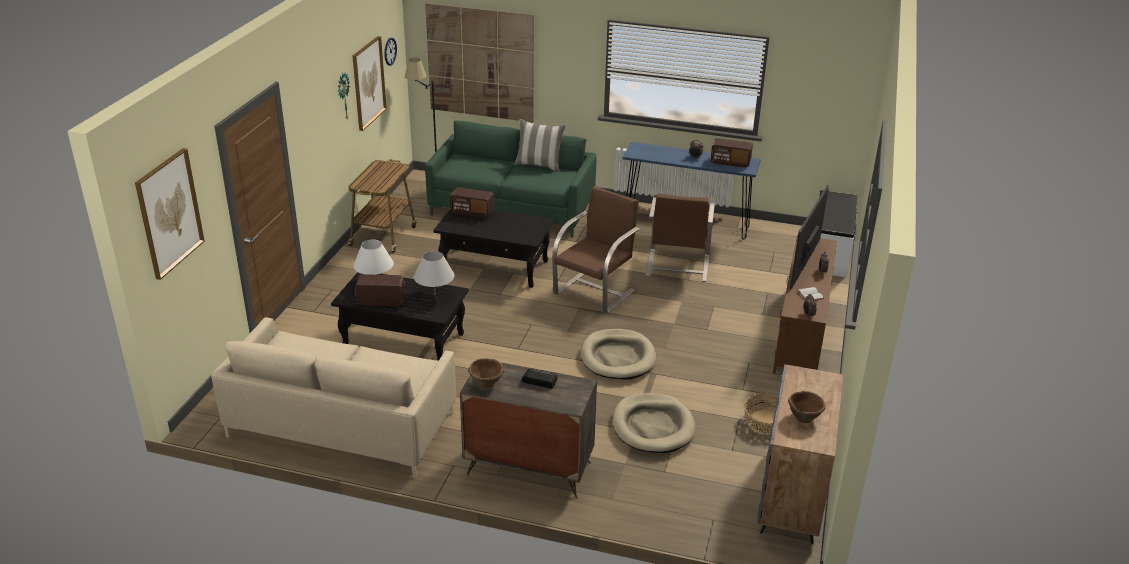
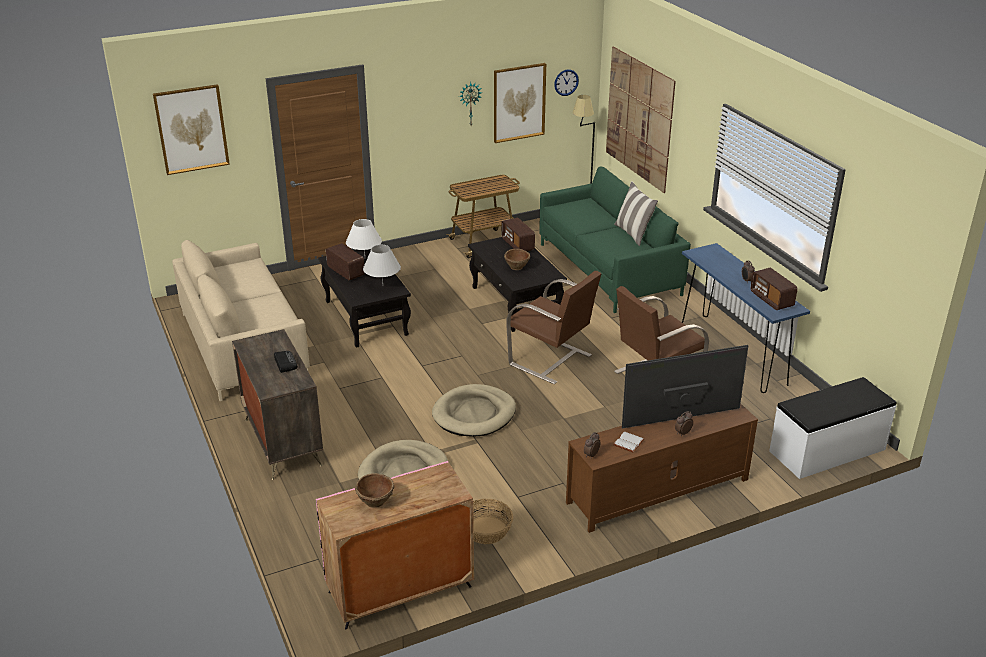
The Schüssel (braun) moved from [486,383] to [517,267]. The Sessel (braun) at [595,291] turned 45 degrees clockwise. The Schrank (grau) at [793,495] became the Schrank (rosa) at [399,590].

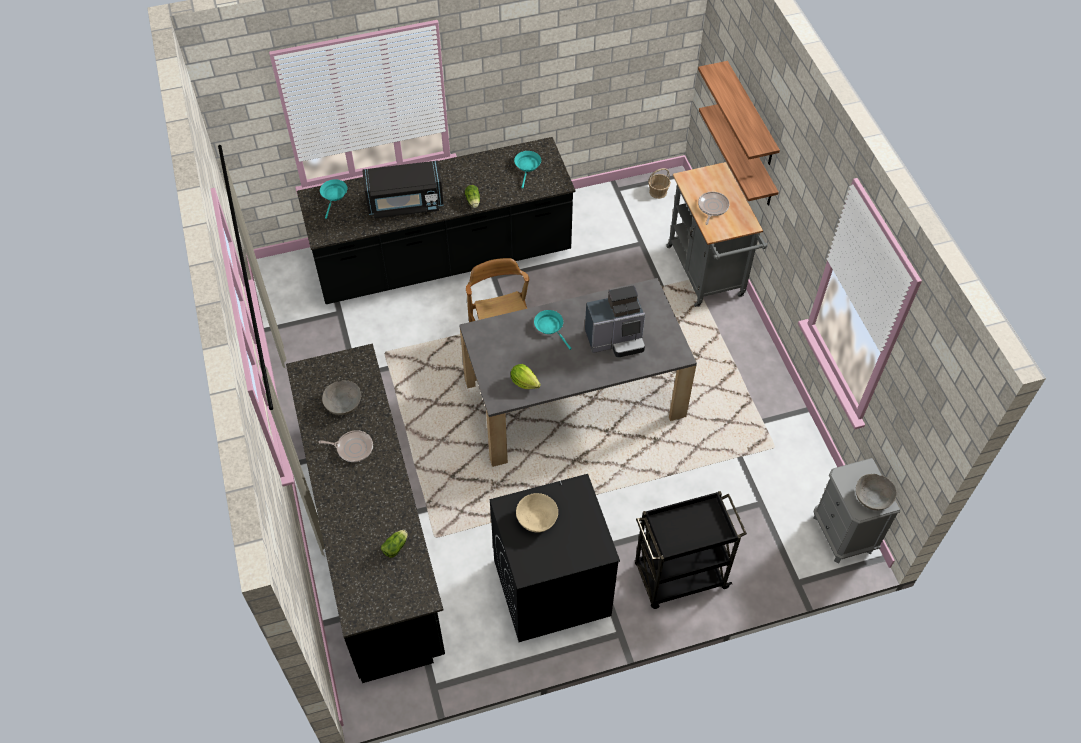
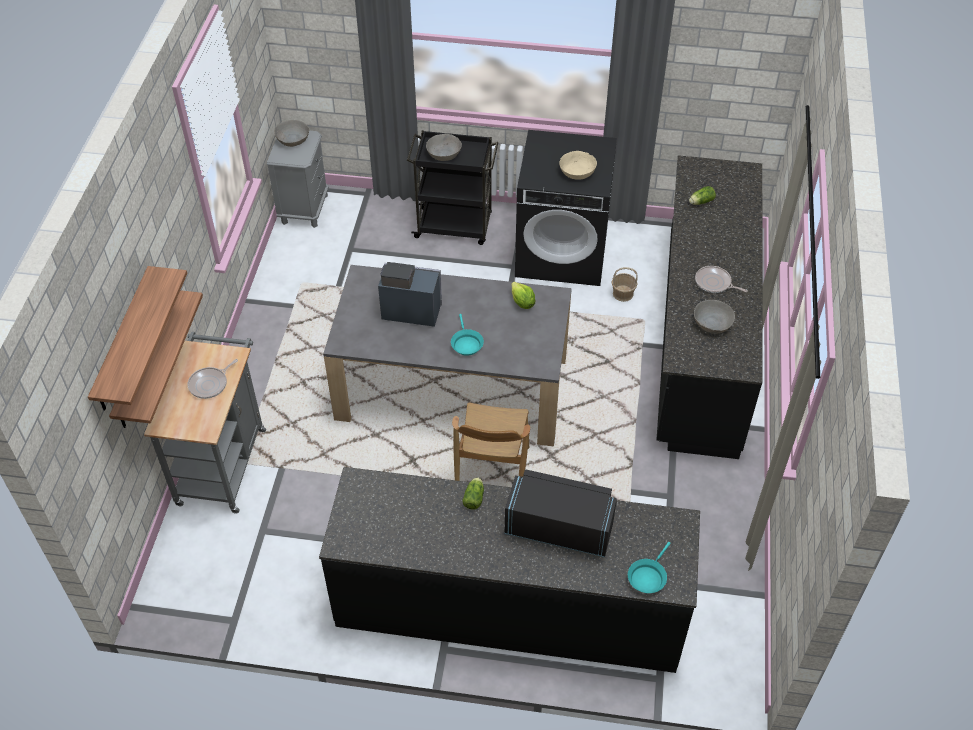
The Pfanne (türkis) at [527,166] disappeared. The Korb moved from [658,192] to [622,293]. The Schüssel (grau) at [444,154] appeared.

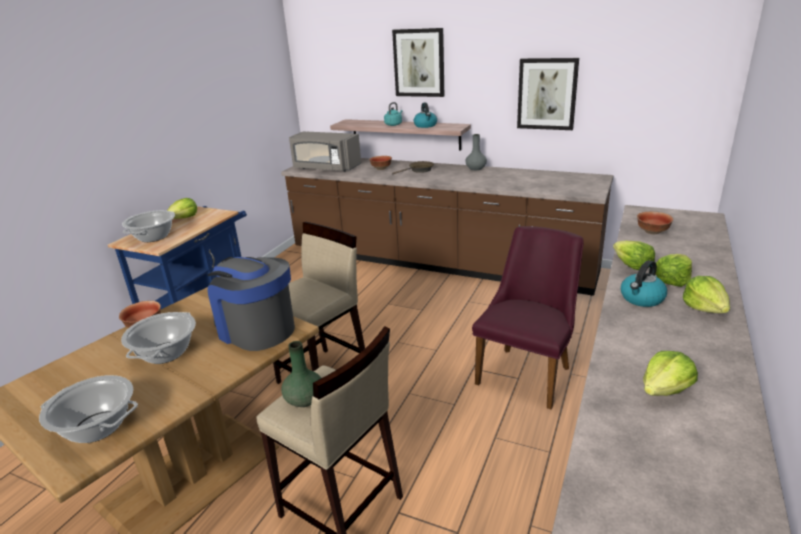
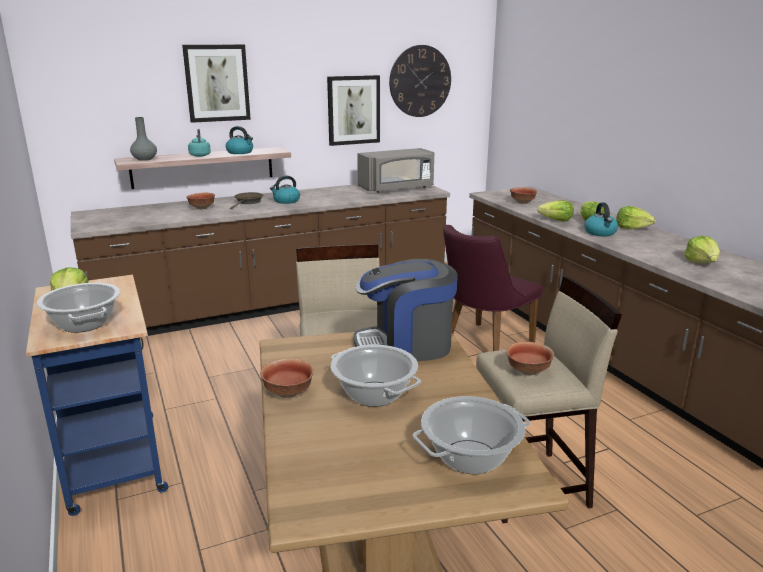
The Vase (grün) at [304,400] was replaced by the Schüssel at [528,371]. The Mikrowelle (grau) moved from [326,168] to [397,188]. The Vase (grau) moved from [476,168] to [145,159]. The Stuhl (lila) at [528,371] turned 120 degrees counterclockwise. The Wasserkessel at [286,201] appeared. The Wanduhr at [420,81] appeared.

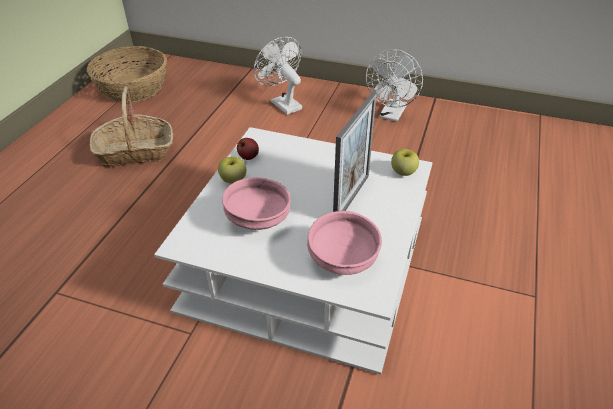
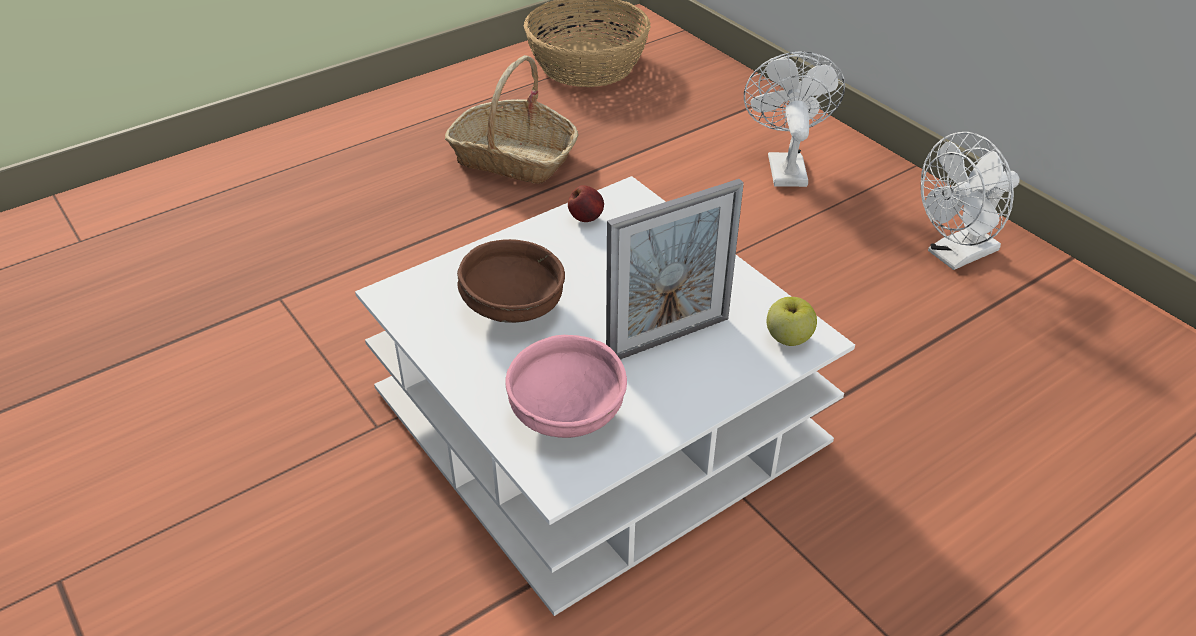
The Apfel at [233,180] disappeared. The Schüssel (rosa) at [259,219] became the Schüssel (braun) at [515,308].

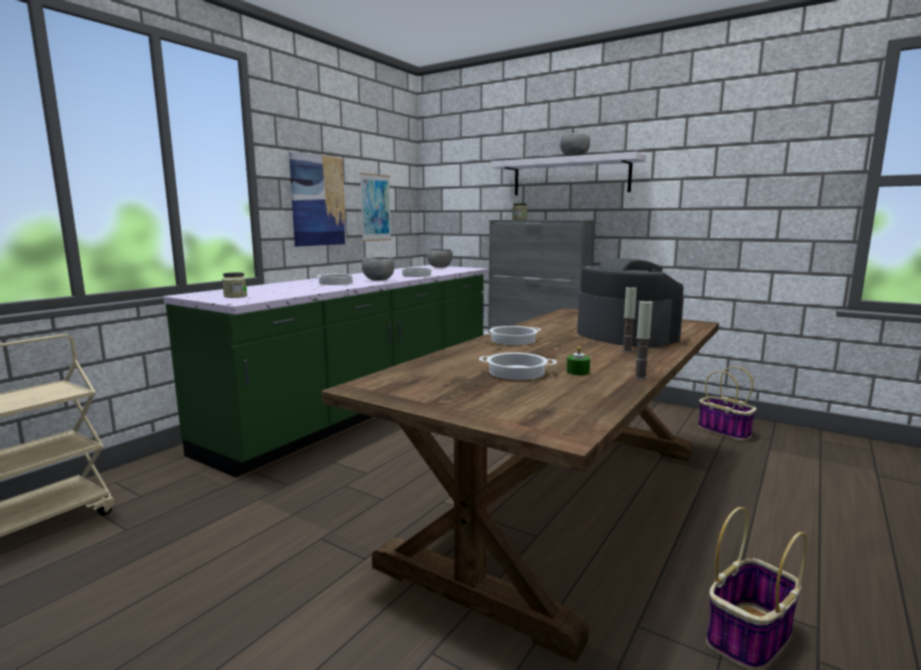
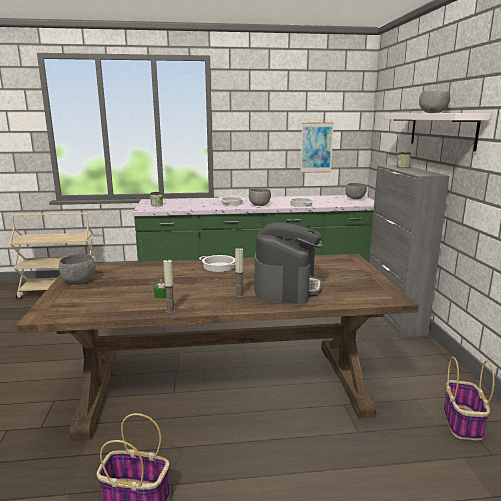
The Bild at [318,200] disappeared. The Kochtopf at [516,372] disappeared. The Schüssel (grau) at [79,281] appeared.

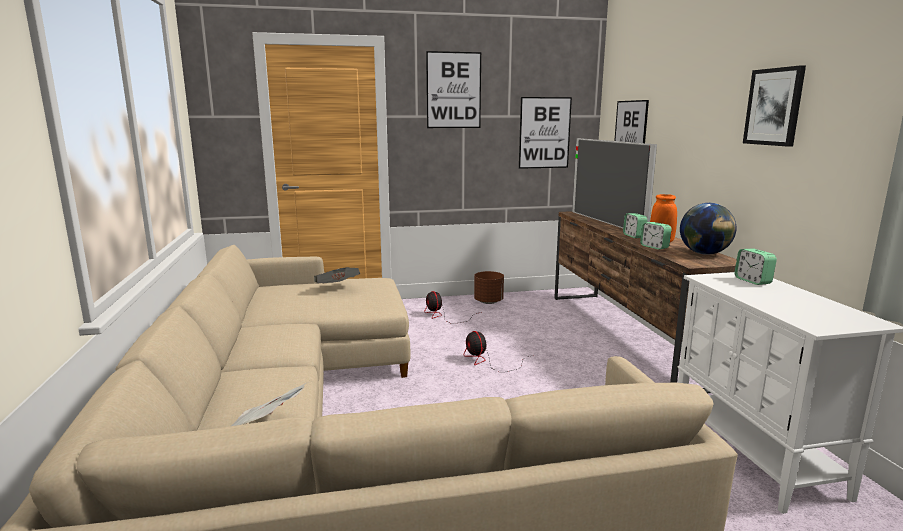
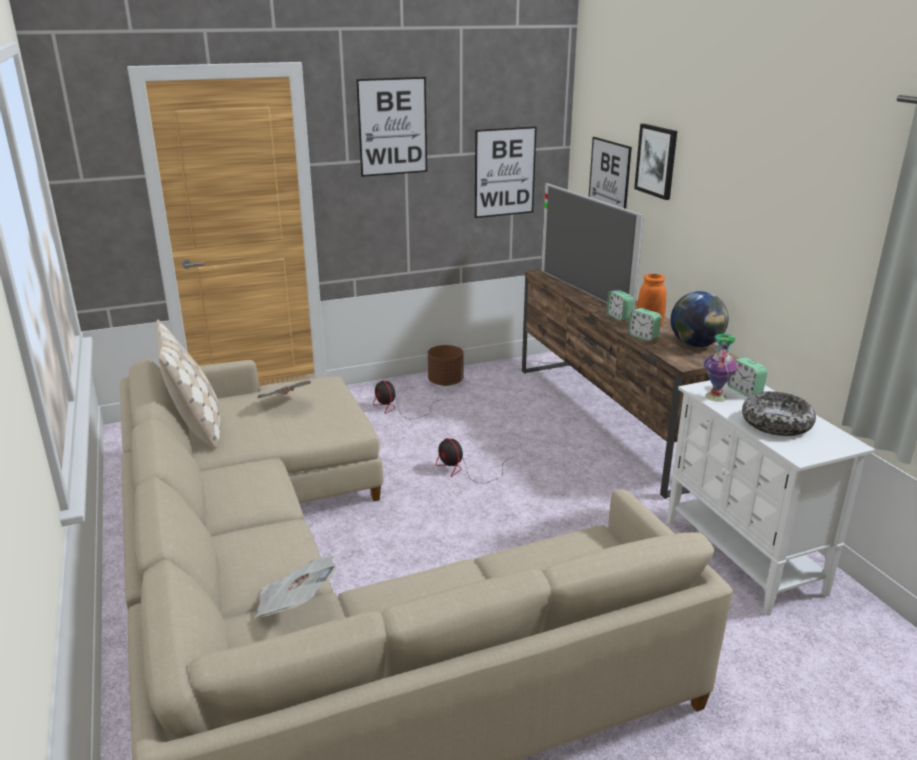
The Bild moved from [774,107] to [656,161]. The Kissen (beige) at [196,427] appeared. The Vase at [715,396] appeared. The Schüssel at [776,423] appeared.

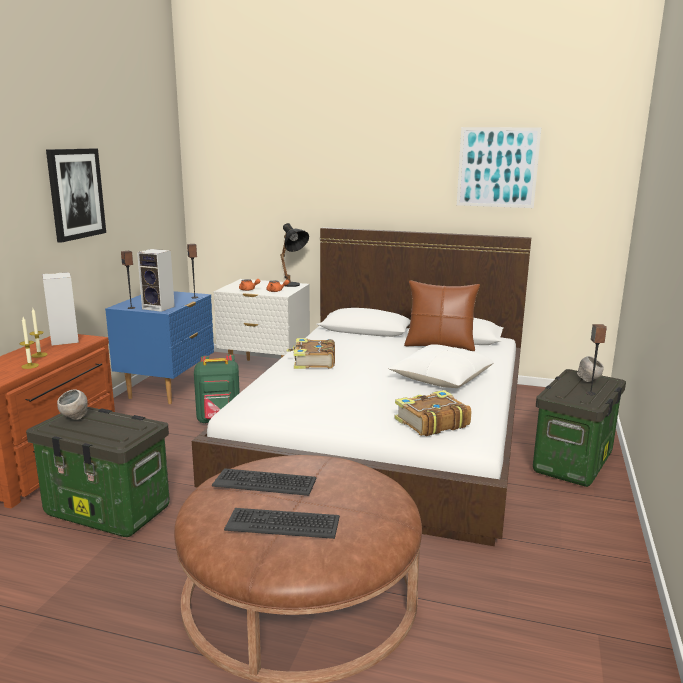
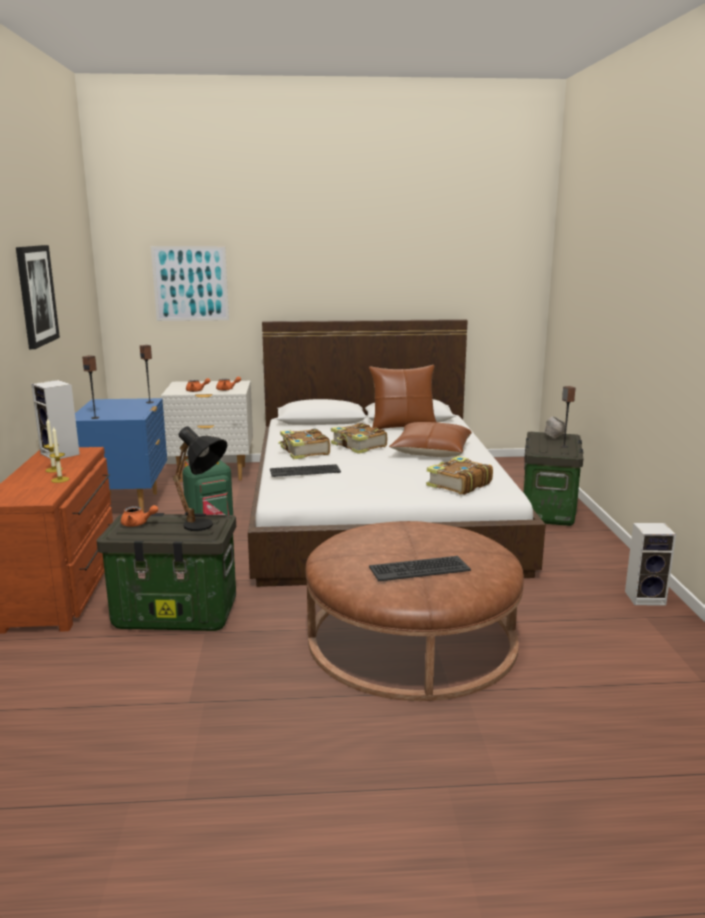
The Schüssel (grau) at [75,418] was replaced by the Teekanne (orange) at [138,524]. The Lautsprecher moved from [159,307] to [646,598]. The Tastatur moved from [265,482] to [305,471]. The Tischlampe (schwarz) moved from [293,286] to [204,528]. The Kissen (weiß) at [441,378] became the Kissen (braun) at [431,451]. The Bild moved from [497,167] to [190,283]. The Buch at [358,446] appeared.

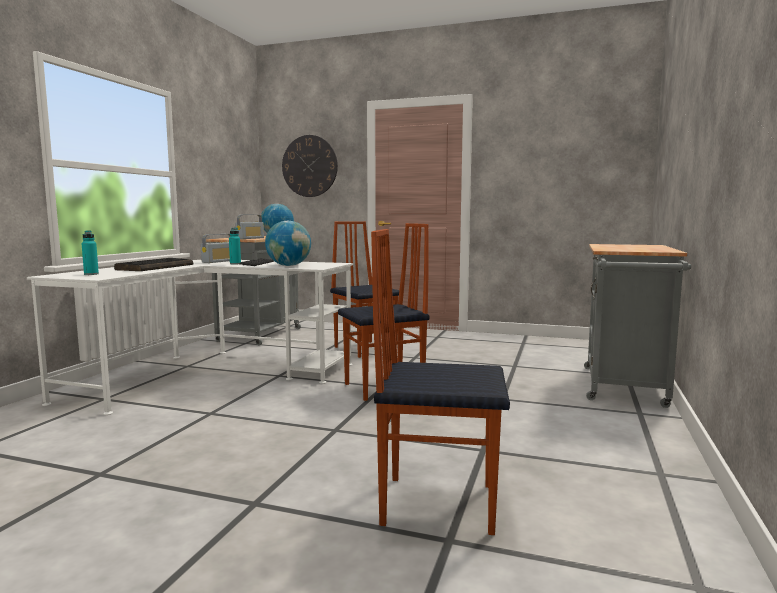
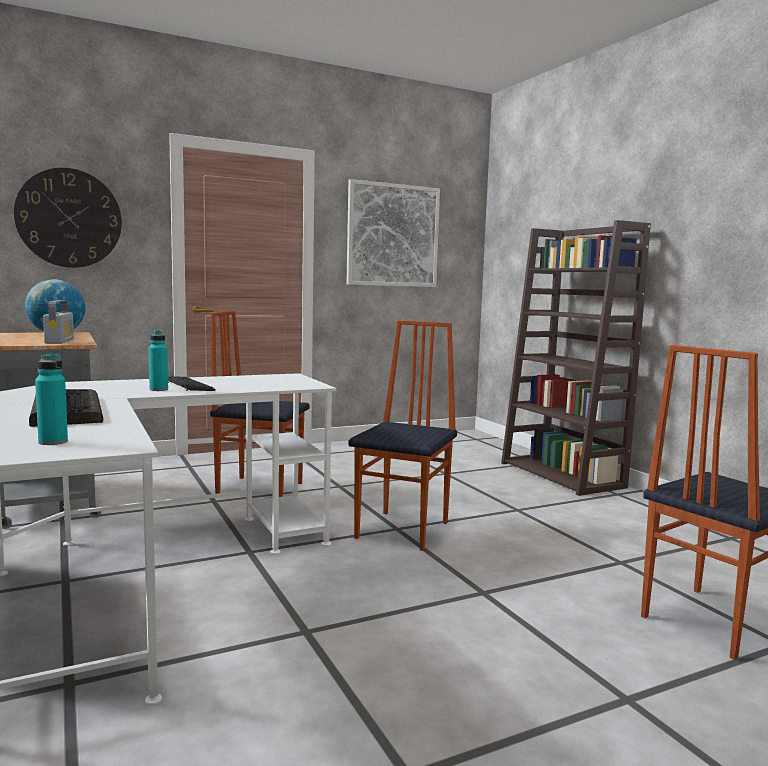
The Radio at [218,261] disappeared. The Globus at [289,265] disappeared. The Rollwagen (grau) at [624,388] was replaced by the Bücherregal (braun) at [562,475]. The Bild at [393,235] appeared.

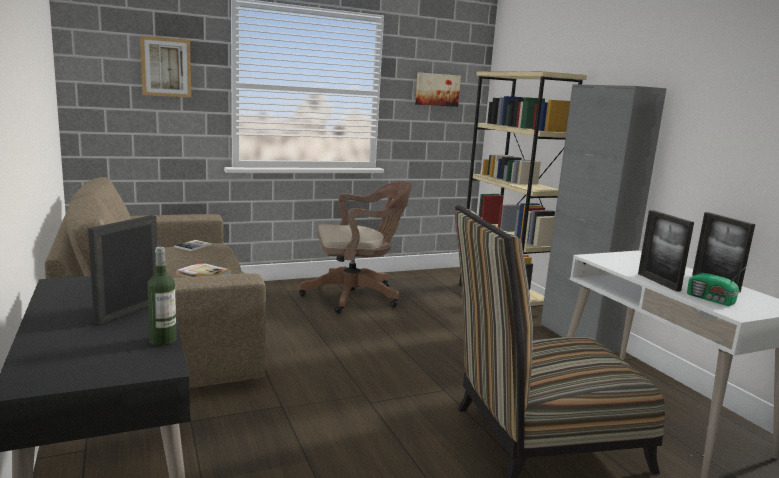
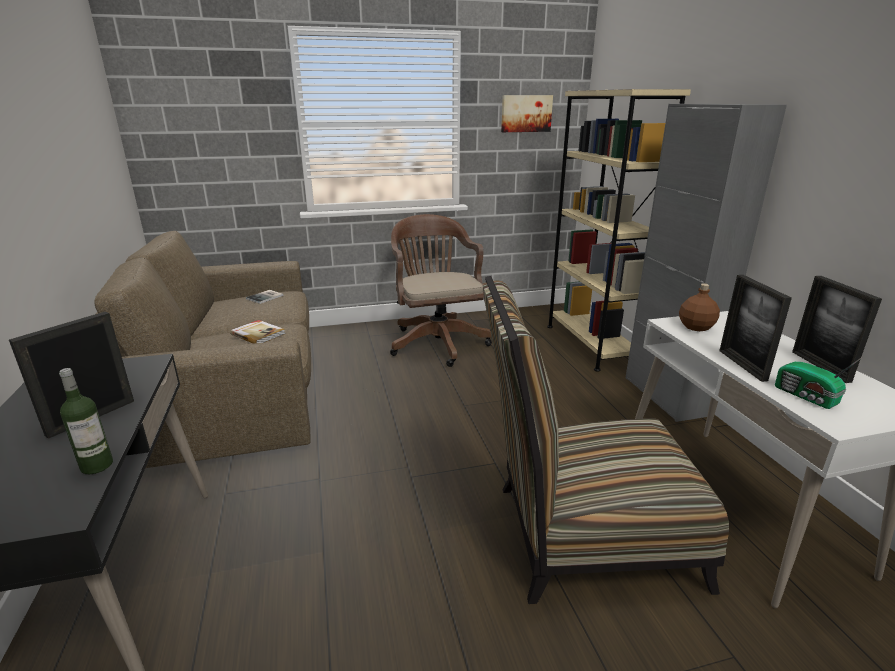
The Bild at [166,67] disappeared. The Bürostuhl (braun) at [356,296] turned 105 degrees counterclockwise. The Flasche (braun) at [695,327] appeared.

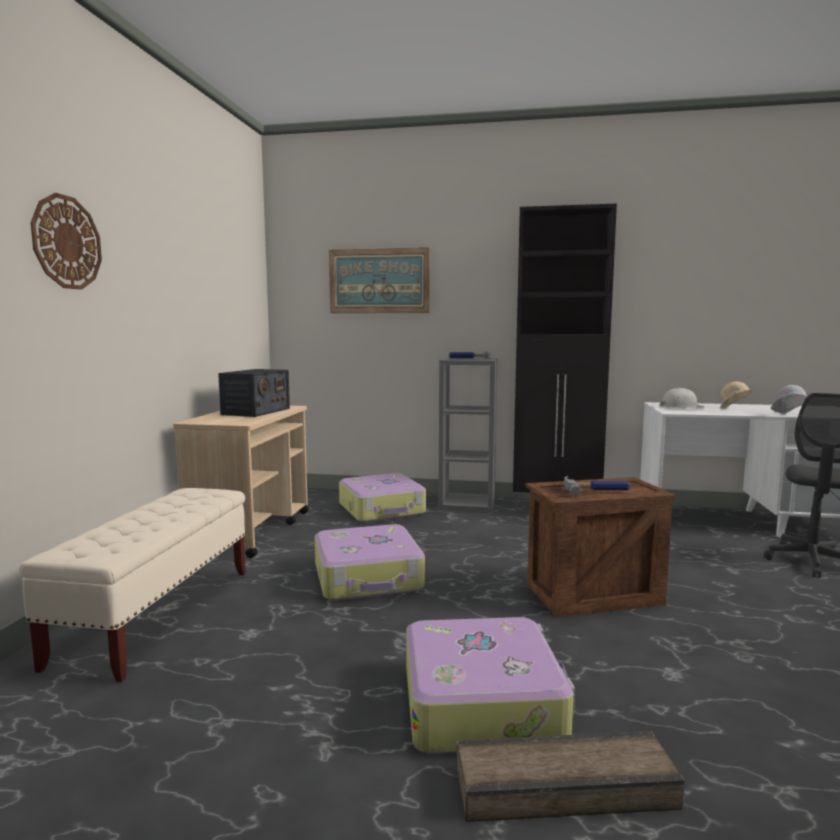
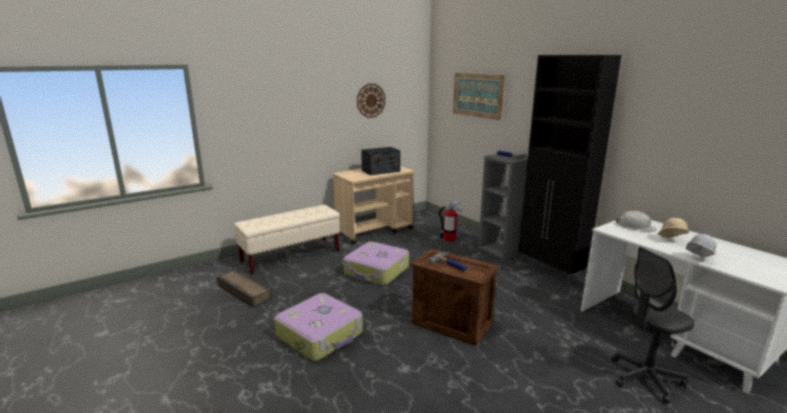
The Wanduhr moved from [67,242] to [370,100]. The Koffer at [382,509] was replaced by the Feuerlöscher at [449,239]. The Kiste moved from [562,785] to [245,291].

